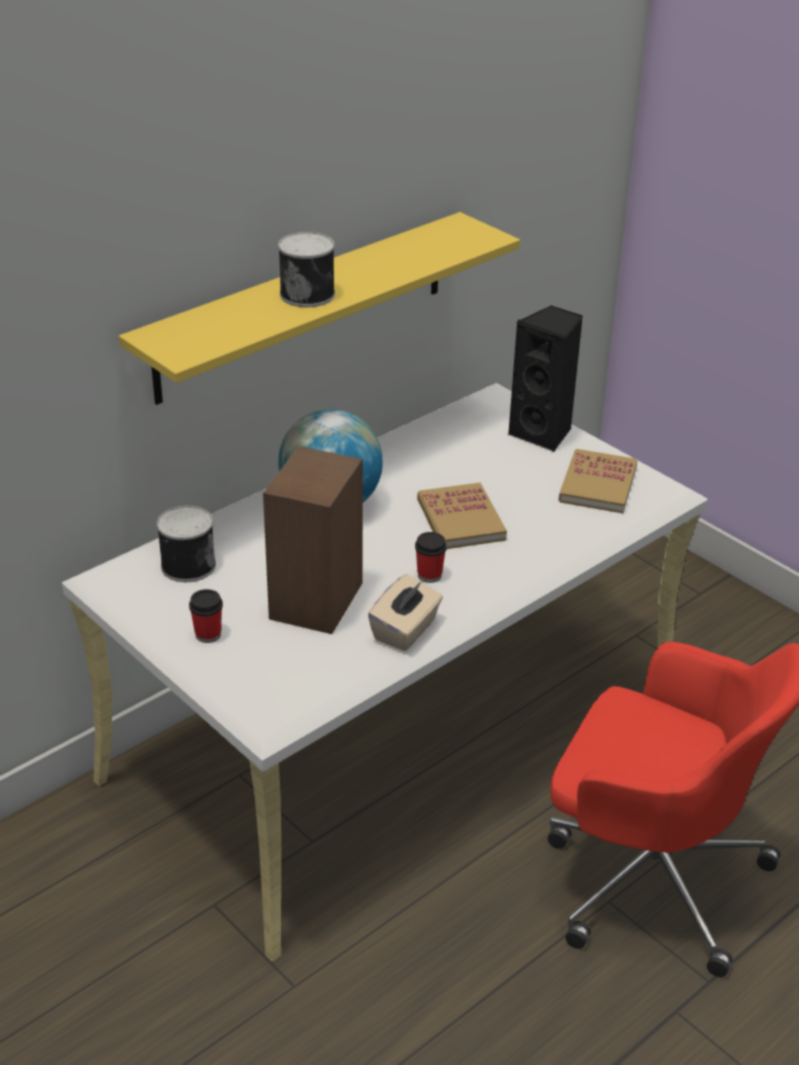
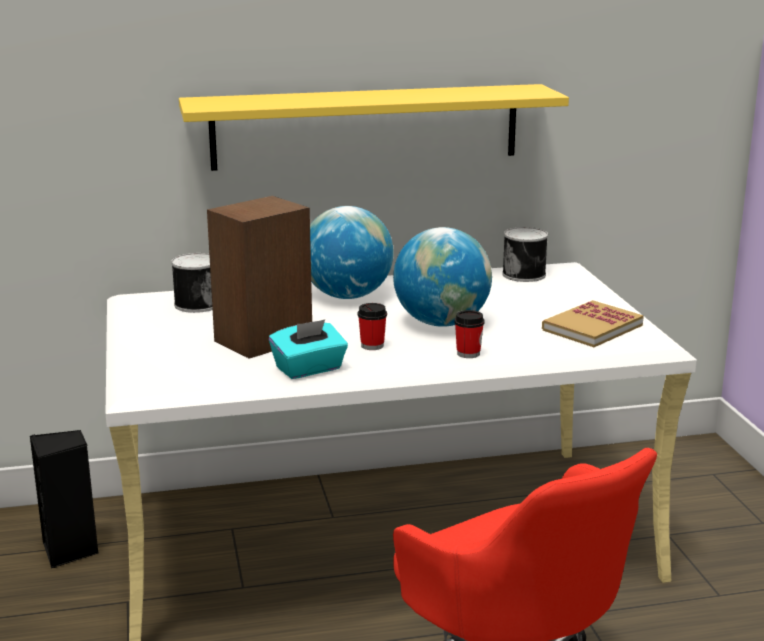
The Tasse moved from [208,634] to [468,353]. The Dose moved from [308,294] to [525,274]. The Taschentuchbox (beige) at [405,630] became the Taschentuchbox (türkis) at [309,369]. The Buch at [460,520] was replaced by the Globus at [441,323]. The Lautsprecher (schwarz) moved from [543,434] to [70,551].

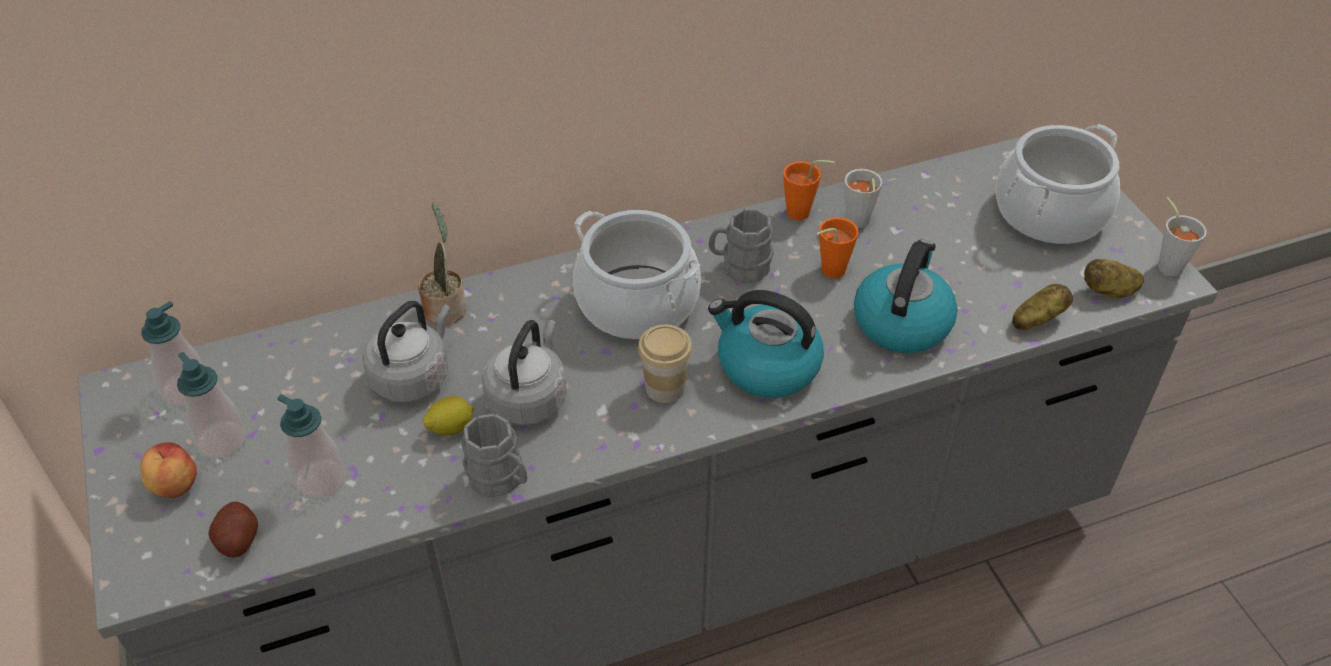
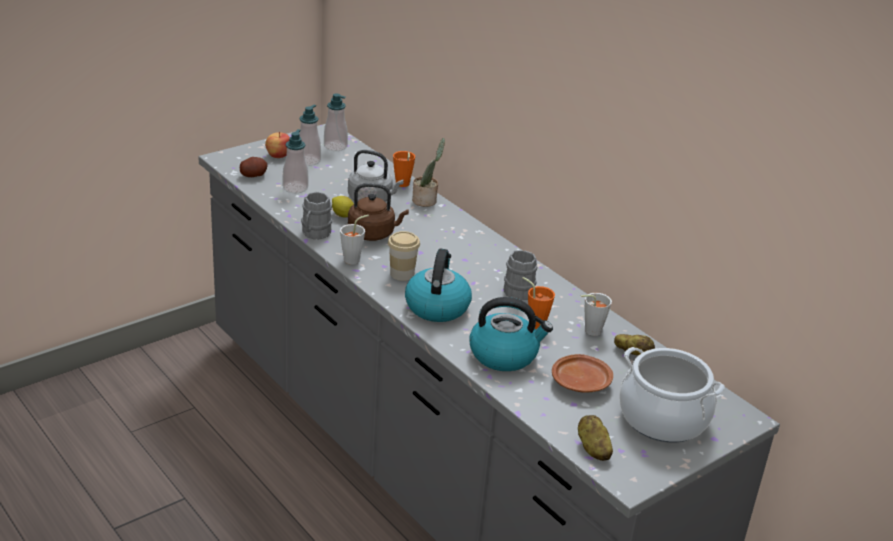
The Wasserkessel (grau) at [529,398] became the Wasserkessel (braun) at [374,234]. The Kochtopf at [637,302] disappeared. The Tasse (orange) moved from [803,213] to [402,185]. The Kartoffel moved from [1037,319] to [632,354]. The Tasse (grau) moved from [1166,263] to [355,259]. The Teller (braun) at [581,382] appeared.

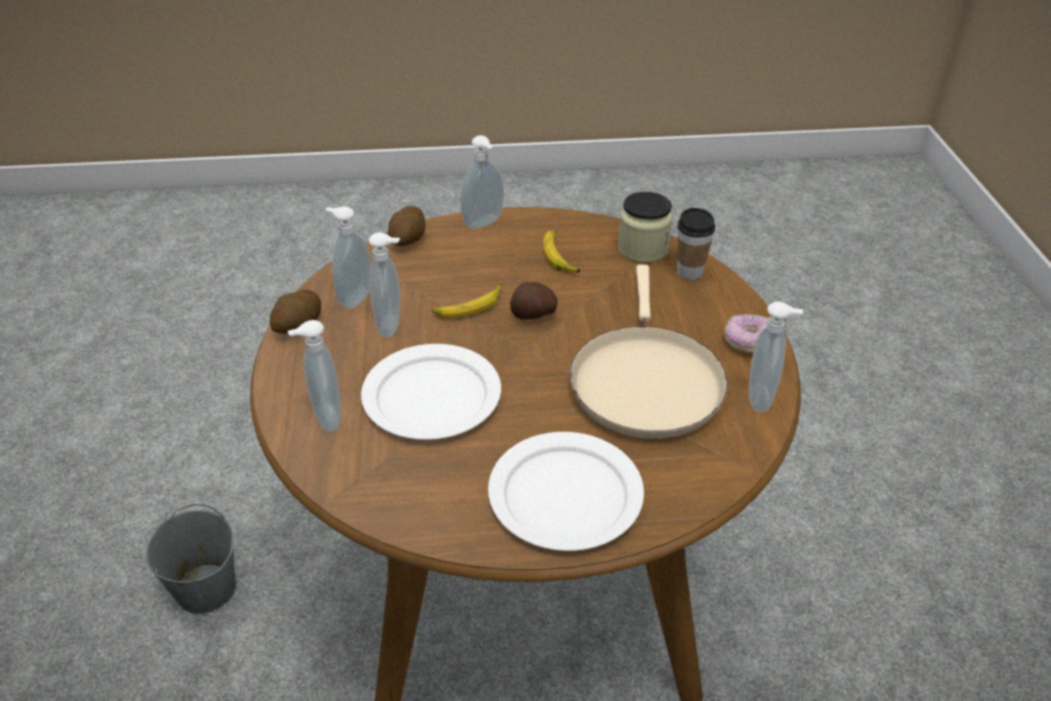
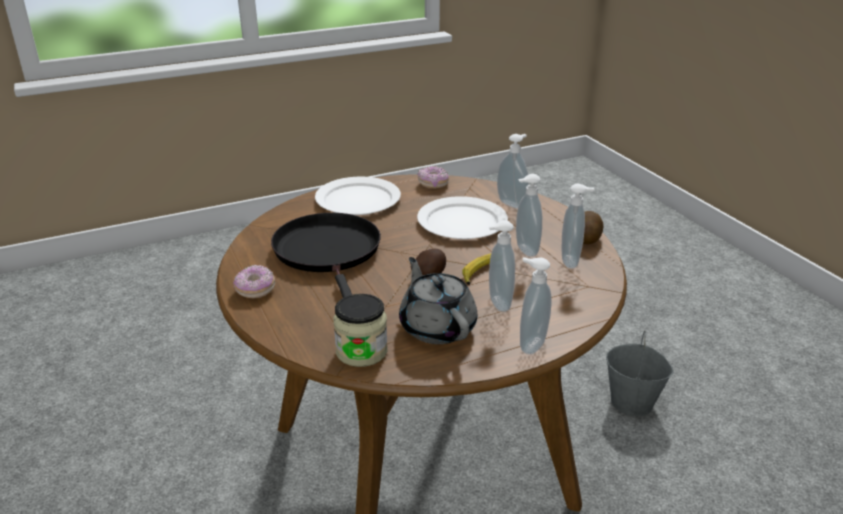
The Kartoffel at [408,240] disappeared. The Banane at [559,256] was replaced by the Teekanne (grau) at [437,327]. The Pfanne (beige) at [645,381] became the Pfanne (schwarz) at [329,253]. The Tasse at [690,272] disappeared. The Seifenspender moved from [762,399] to [497,303]. The Donut at [433,184] appeared.

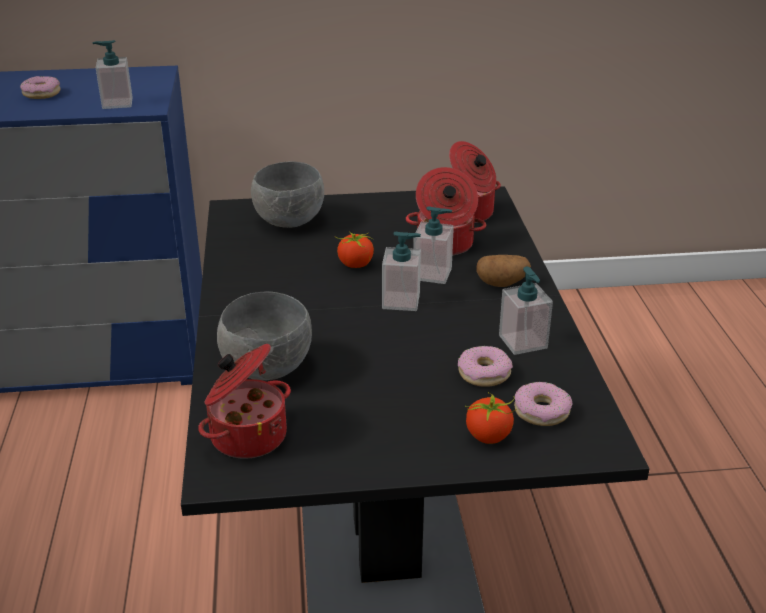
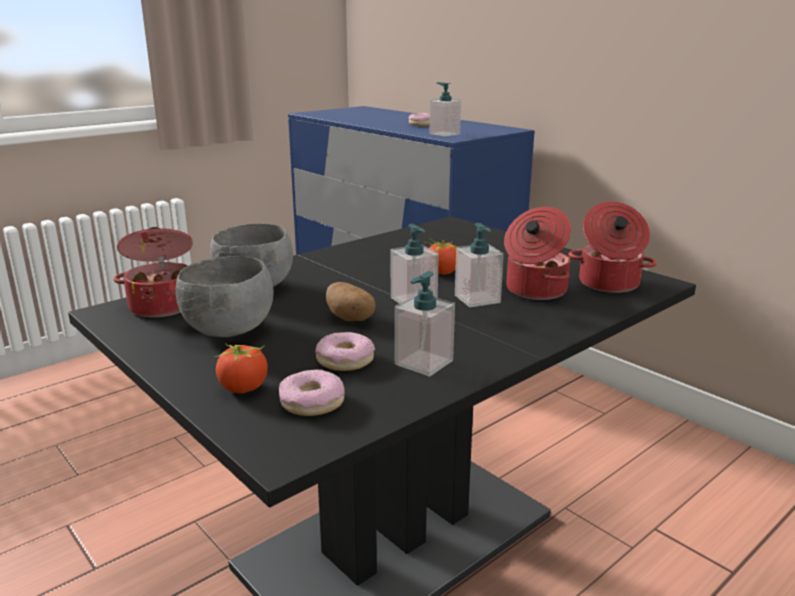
The Schüssel (grau) moved from [291,222] to [229,331]. The Kartoffel moved from [502,283] to [351,319].

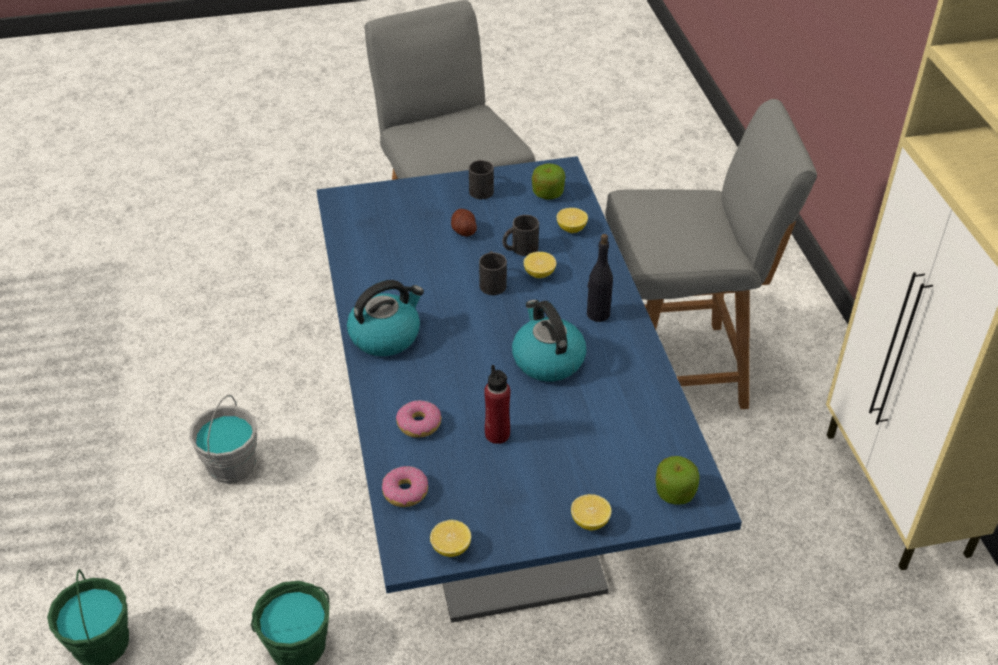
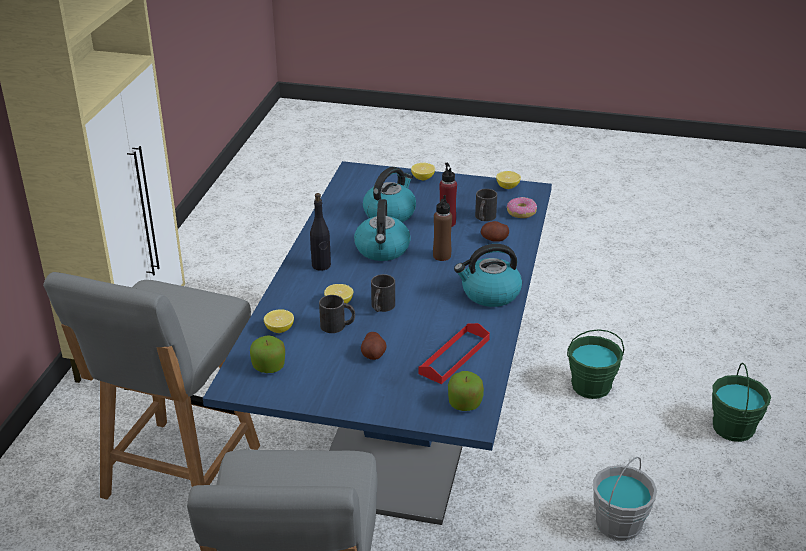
The Donut at [419,424] was replaced by the Kartoffel at [494,239]. The Henkelbecher (schwarz) moved from [481,188] to [484,218]. The Stuhl (grau) at [679,369] turned 90 degrees counterclockwise. The Apfel moved from [675,492] to [465,403]. The Wasserkessel at [390,213] appeared. The Tablett (rot) at [454,356] appeared. The Flasche (braun) at [441,256] appeared.

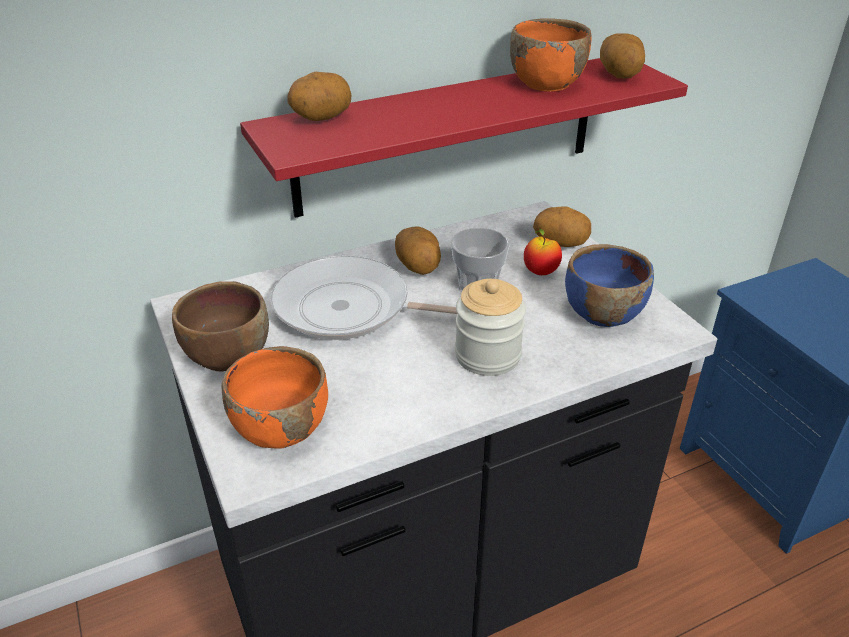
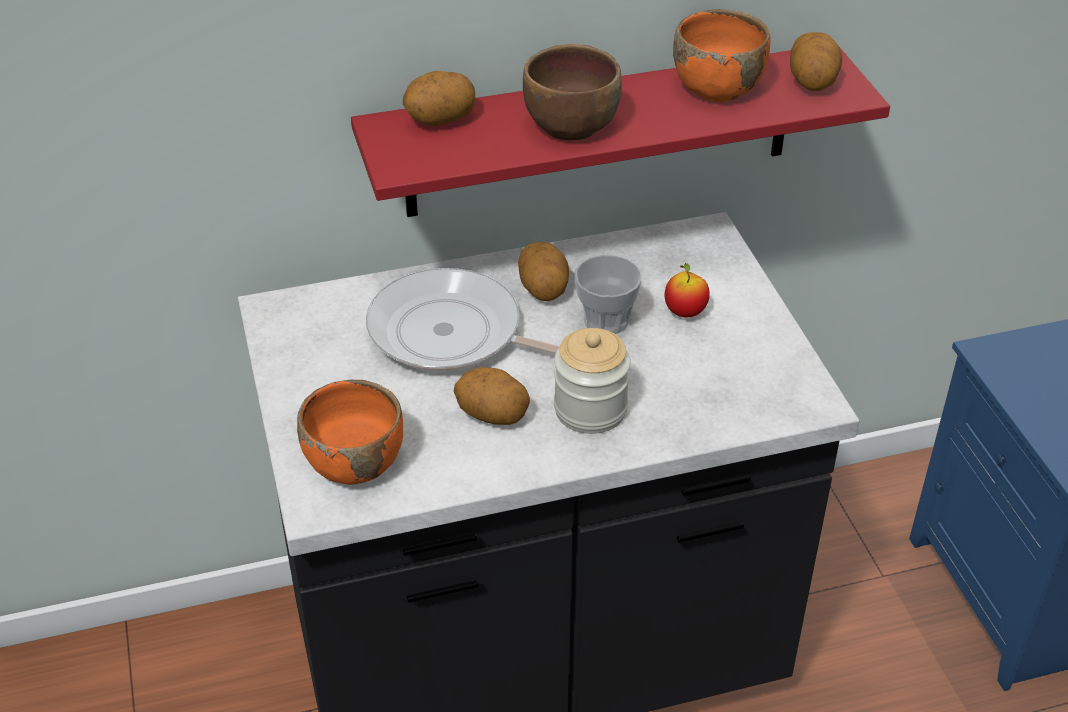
The Schüssel (braun) moved from [227,355] to [570,126]. The Kartoffel moved from [560,244] to [493,415]. The Schüssel (blau) at [602,313] disappeared.

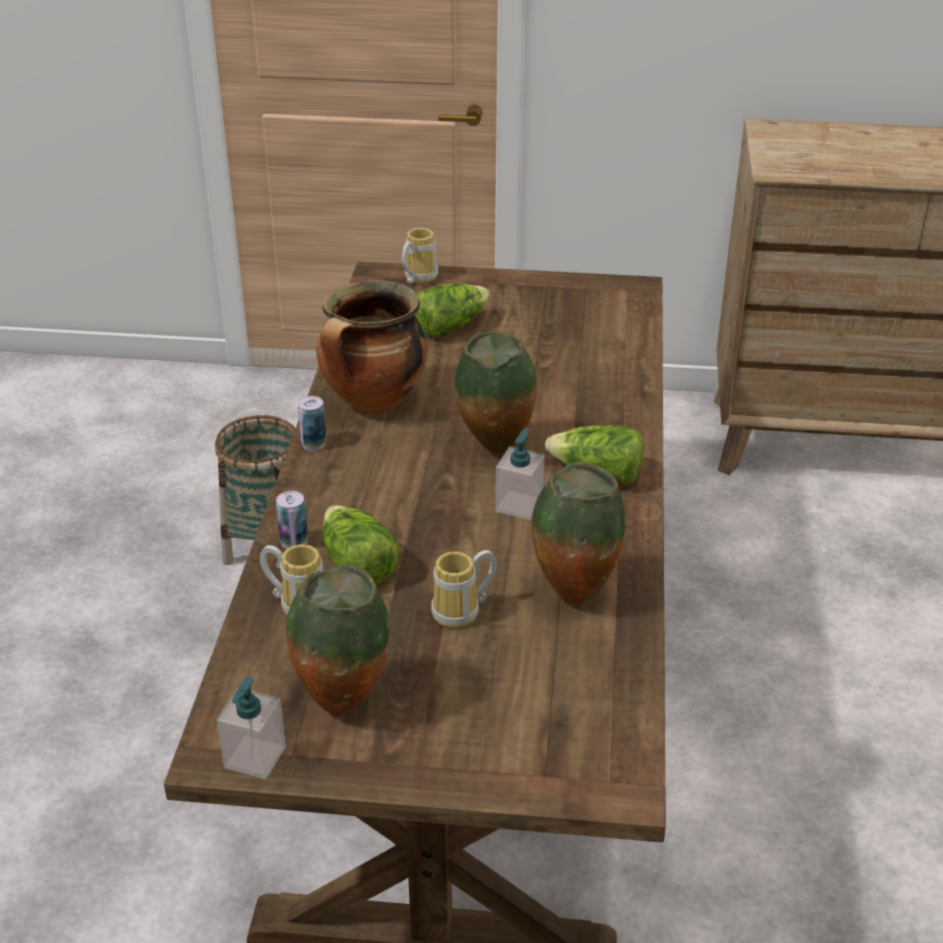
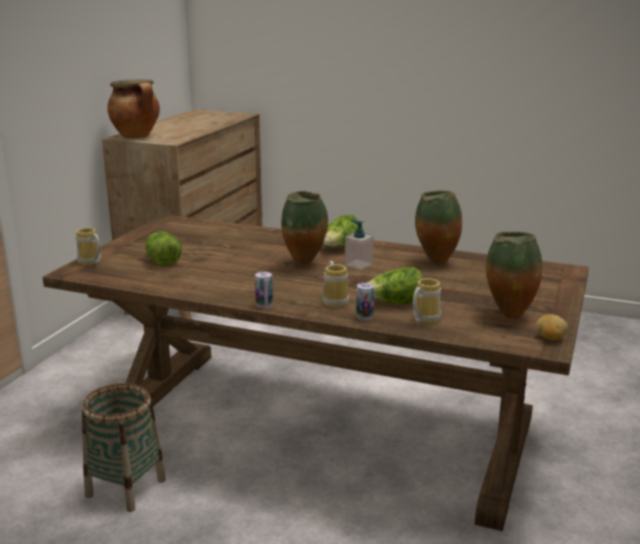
The Seifenspender at [255,757] was replaced by the Kartoffel at [549,338]. The Kochtopf moved from [373,402] to [137,136]. The Henkelbecher moved from [462,613] to [336,301].

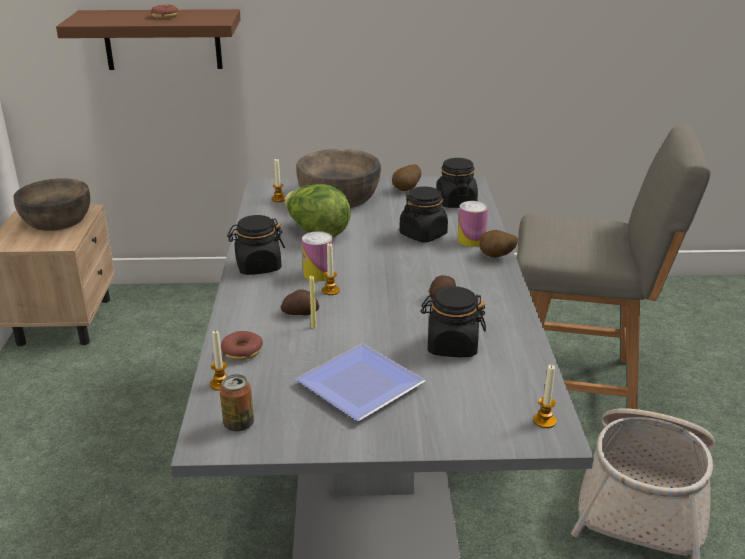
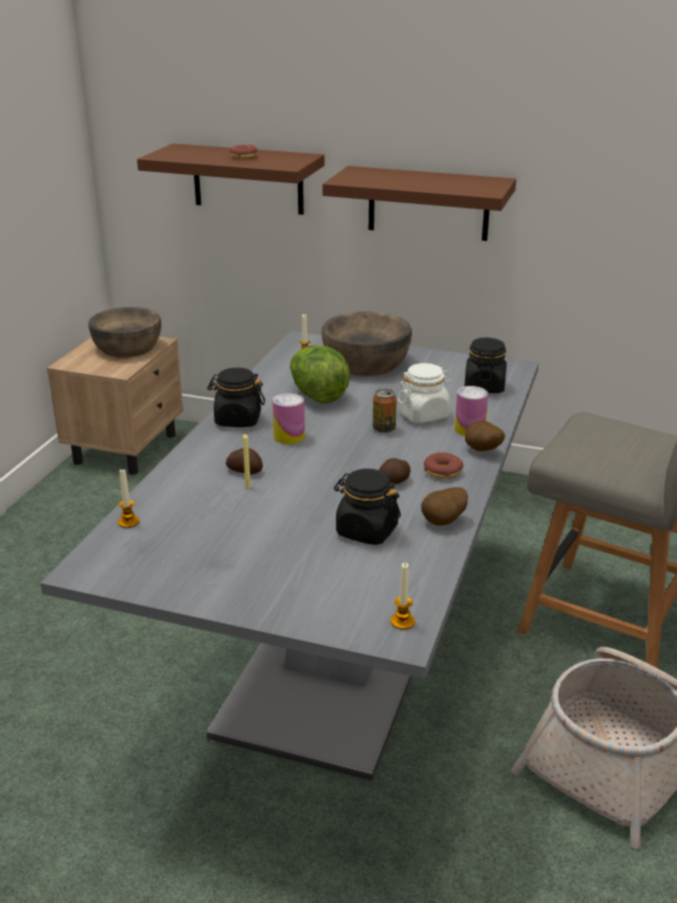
The Dose moved from [238,424] to [384,429]. The Donut moved from [242,352] to [442,471]. The Teller at [360,383] disappeared. The Kerze at [330,290] disappeared. The Kartoffel moved from [407,189] to [444,522]. The Vorratsglas (schwarz) at [423,234] became the Vorratsglas (weiß) at [423,415]. The Wandregal (braun) at [428,203] appeared.

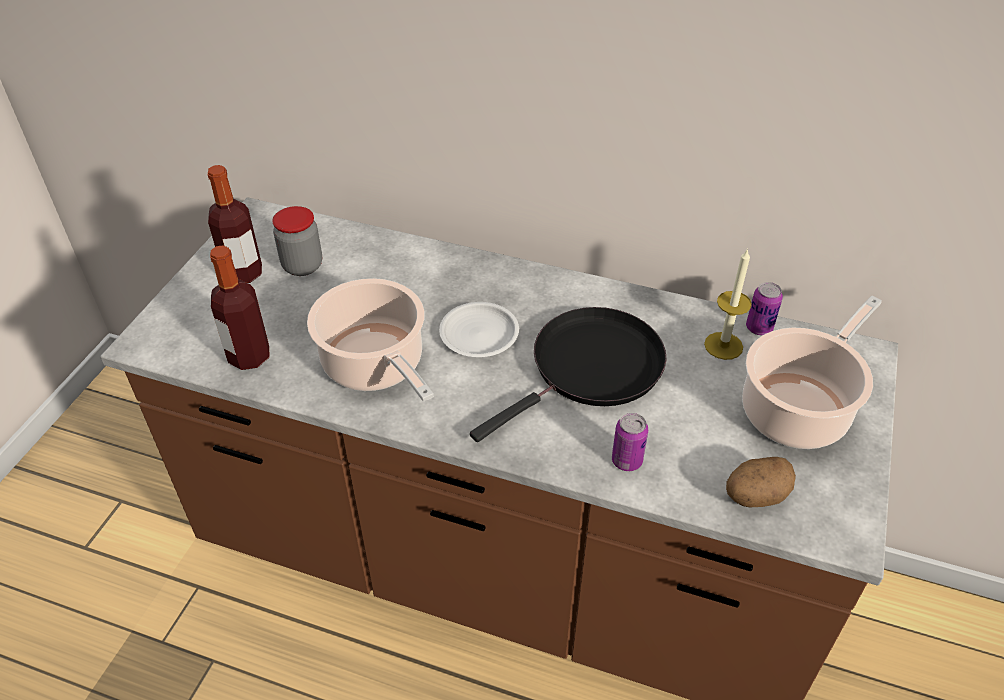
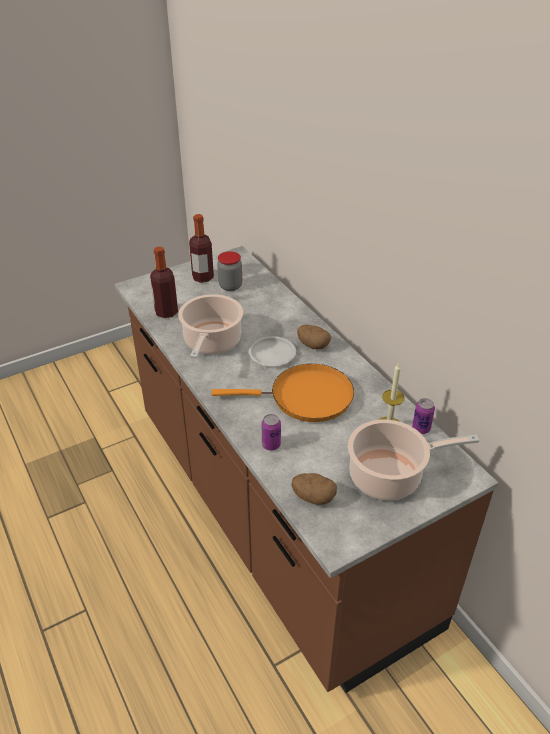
The Pfanne (schwarz) at [591,369] became the Pfanne (orange) at [305,397]. The Kartoffel at [313,345] appeared.

